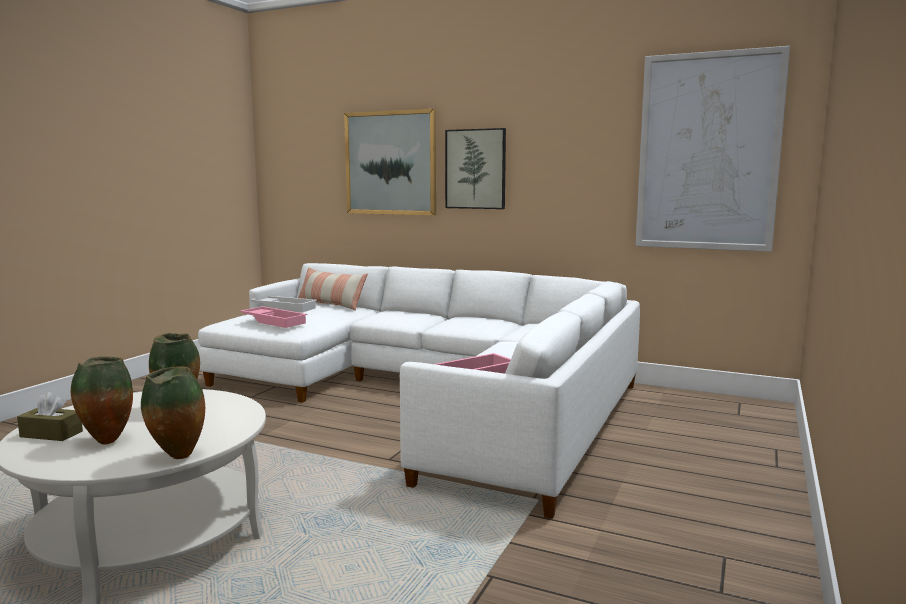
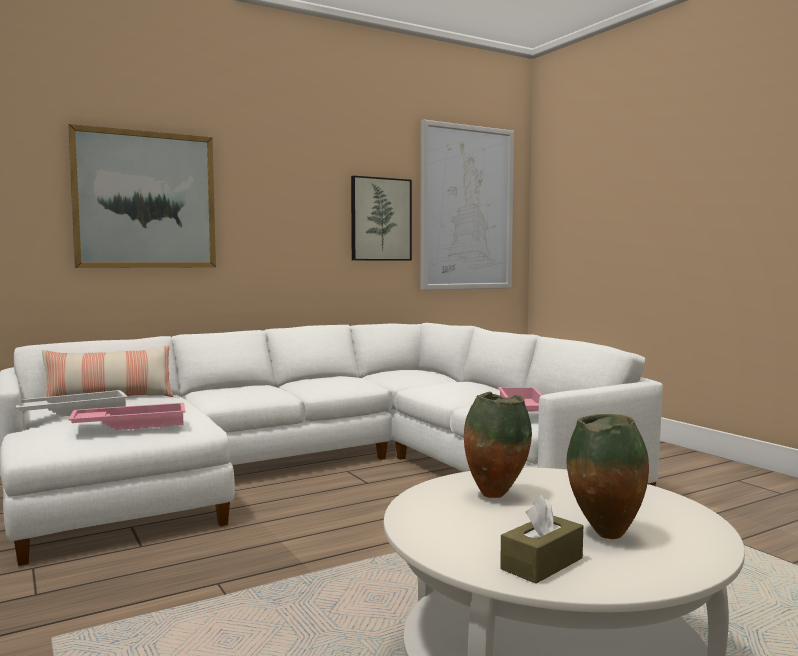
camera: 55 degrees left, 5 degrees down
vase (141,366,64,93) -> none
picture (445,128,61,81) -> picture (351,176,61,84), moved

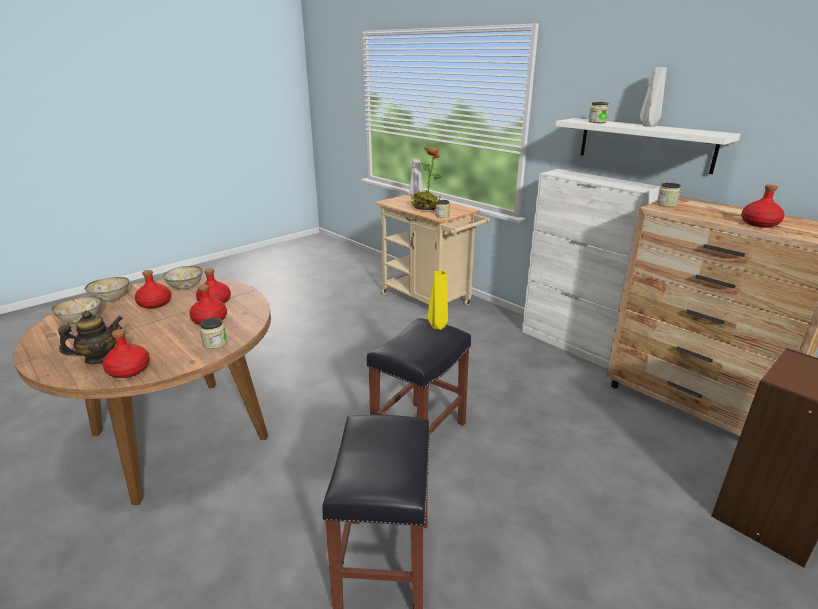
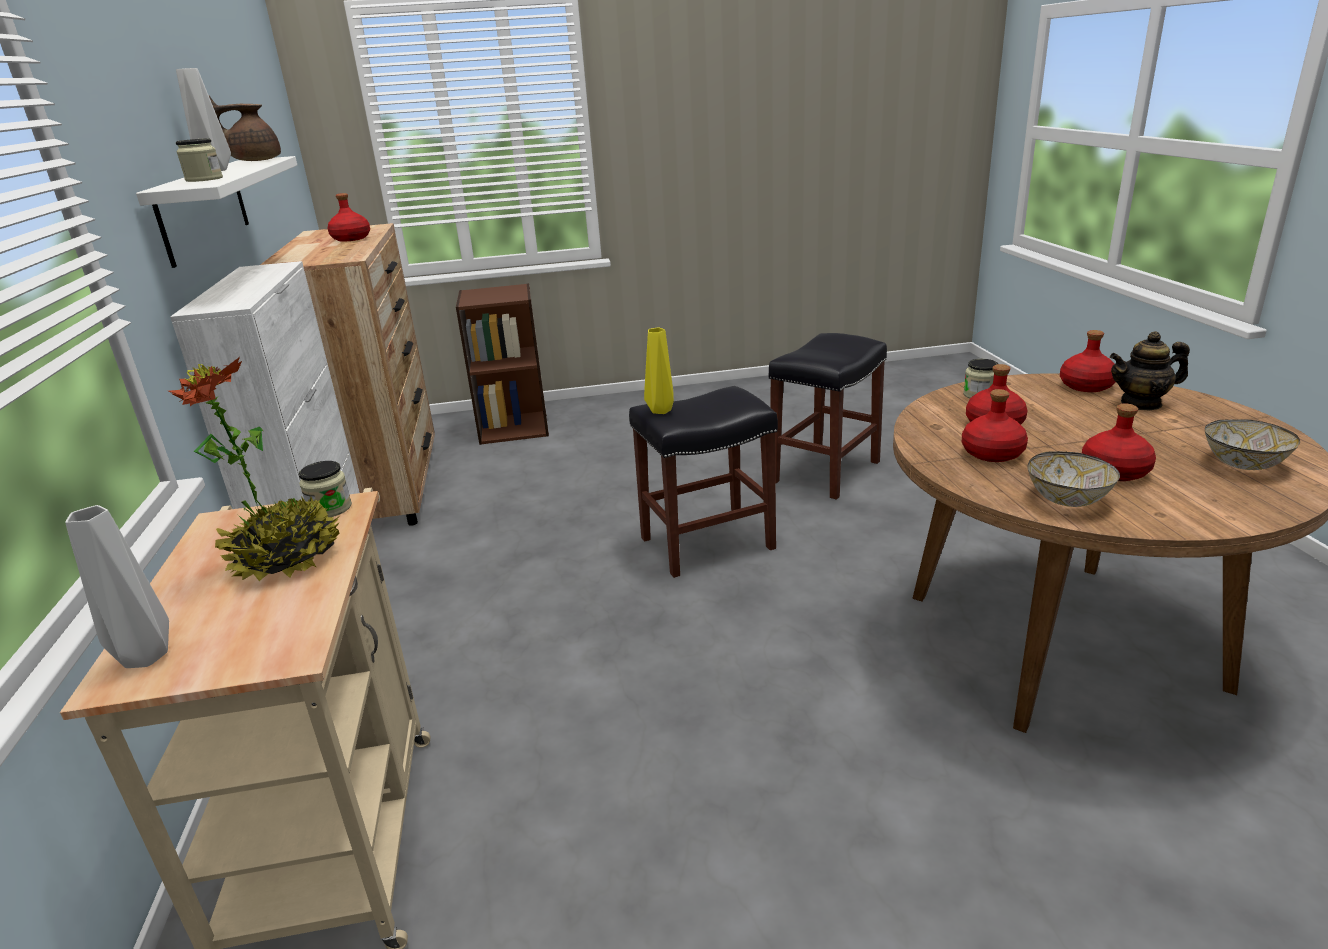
camera: 145 degrees left, 0 degrees up
bowl (84,277,45,25) -> none
jar (657,182,24,25) -> none
none -> brown teapot (209,95,72,66)

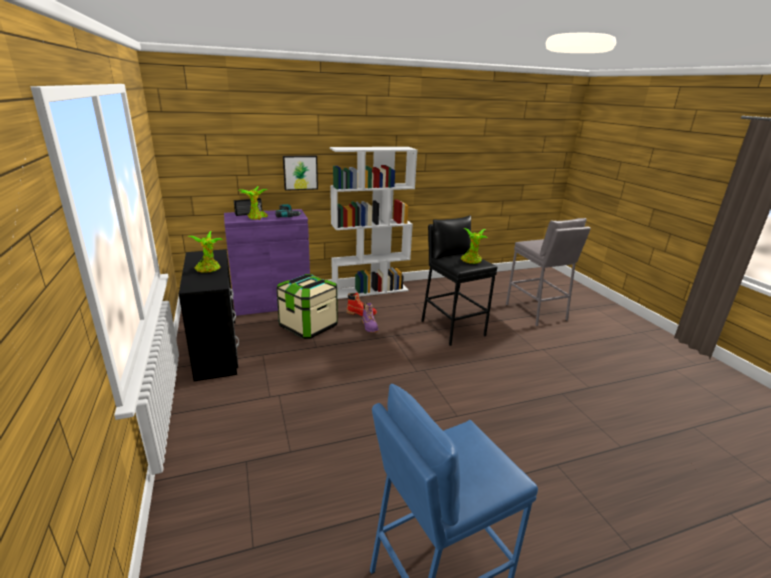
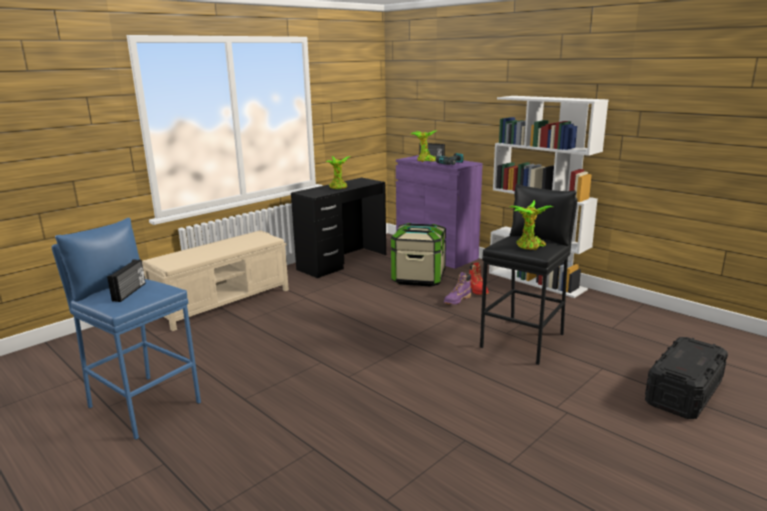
camera: 65 degrees right, 5 degrees down
picture (283,155,35,36) -> none
grey stool (506,218,85,108) -> black storage box (645,337,83,82)
none -> radio (107,260,39,42)
none -> beige bench (142,230,147,101)

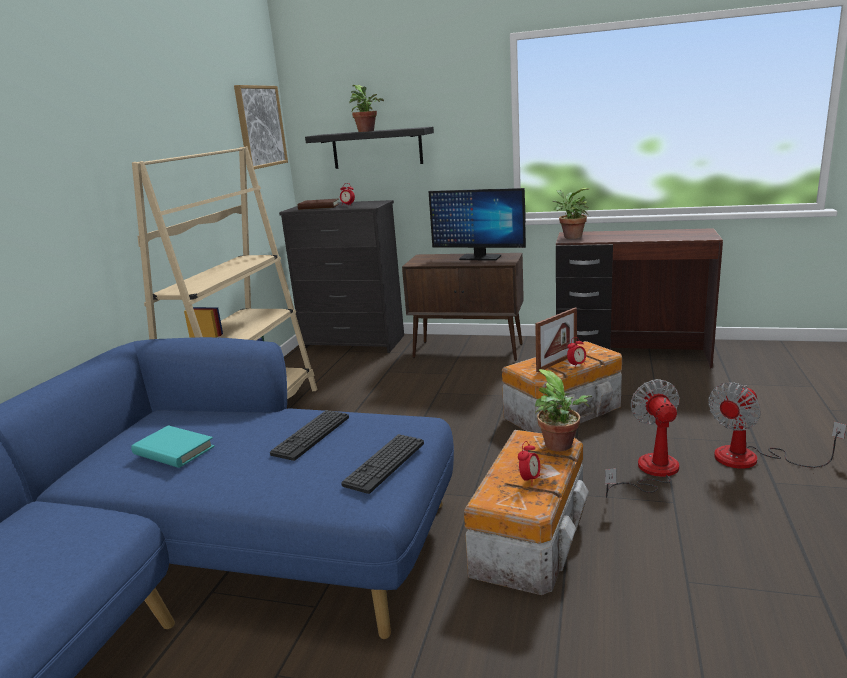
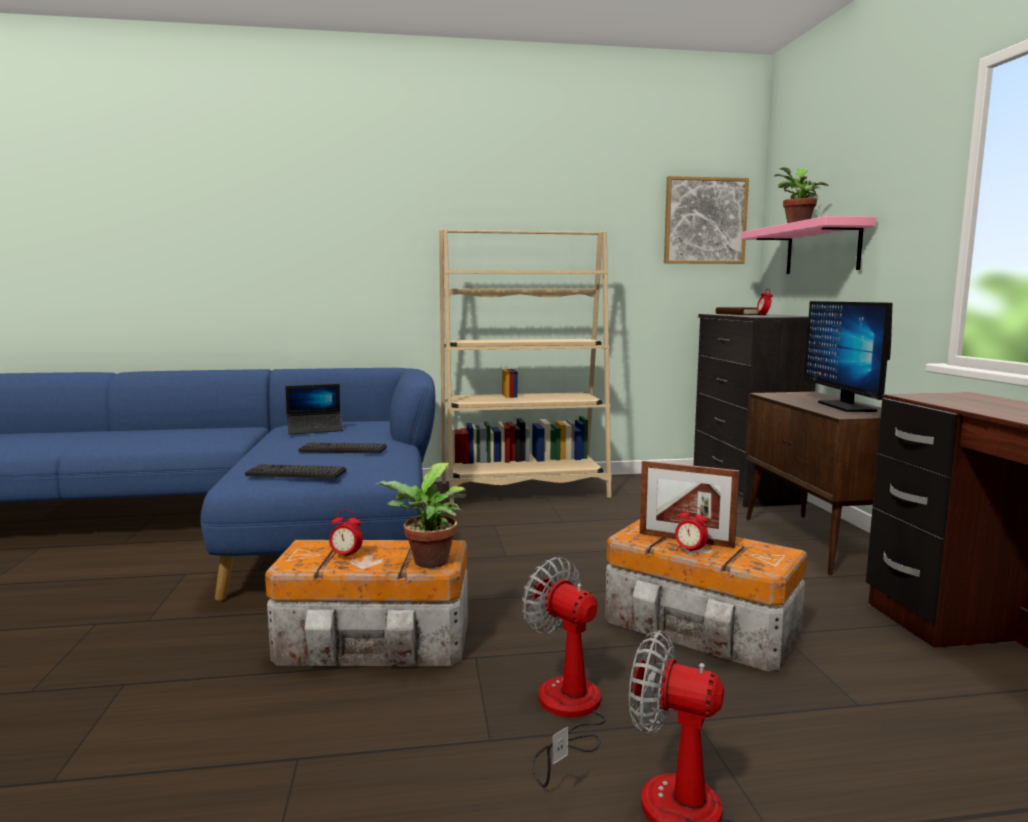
camera: 65 degrees right, 10 degrees down
turquoise book (131,425,84,43) -> laptop (286,384,58,51)
black shelf (305,127,129,42) -> pink shelf (741,216,135,58)
potted plant (552,188,39,51) -> none
fan (605,379,75,119) -> fan (522,557,84,231), 105 degrees counterclockwise

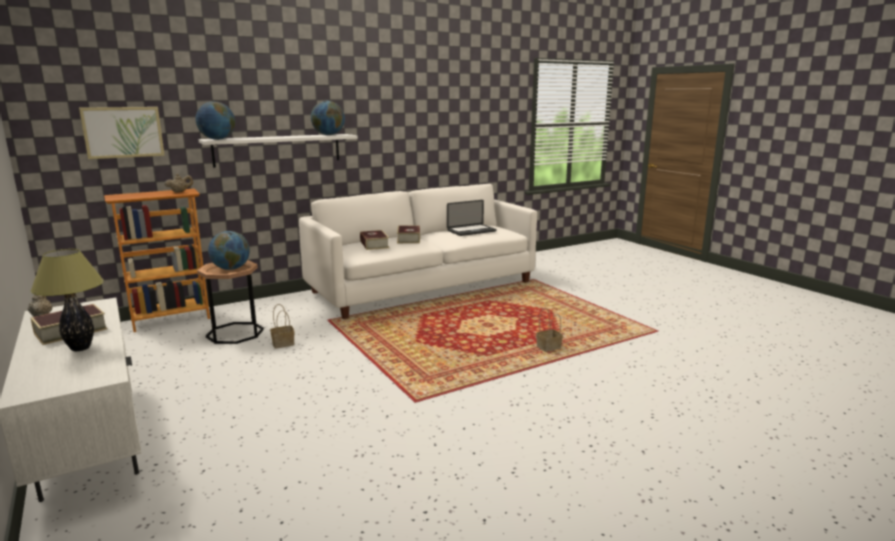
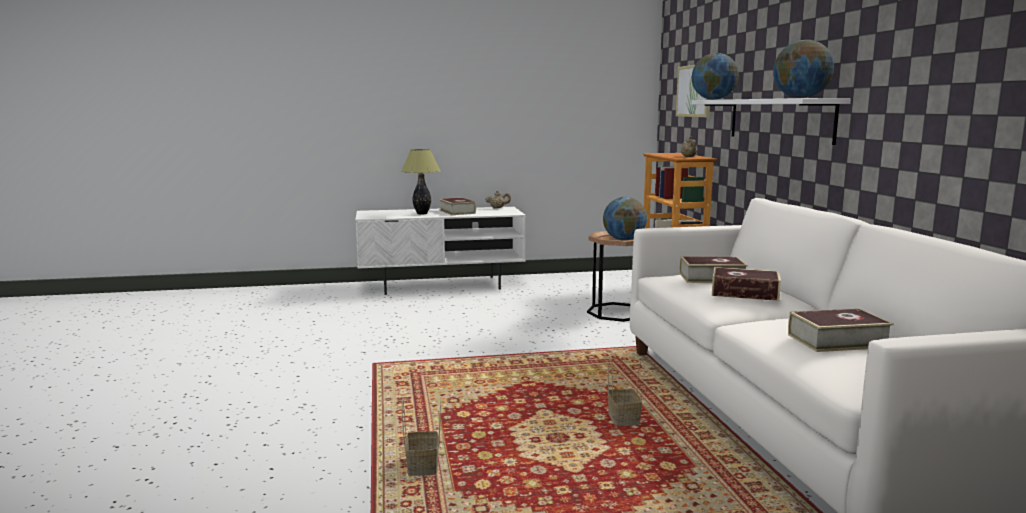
camera: 110 degrees right, 5 degrees down
basket (270,304,25,45) -> basket (608,358,36,68), moved
laptop (447,200,49,36) -> book (788,309,106,43)

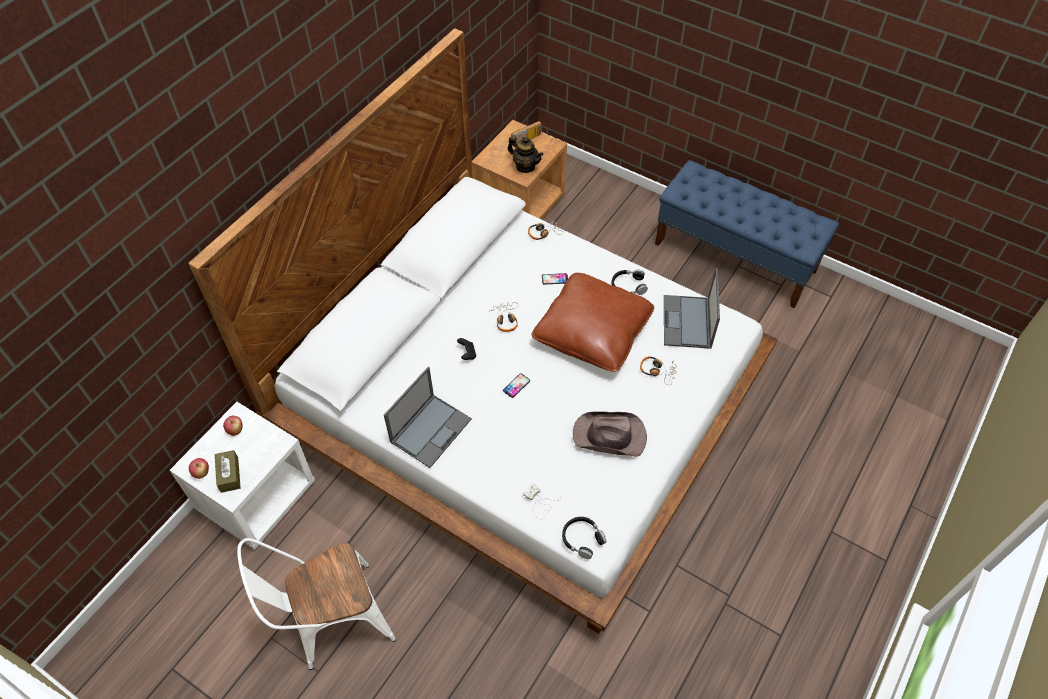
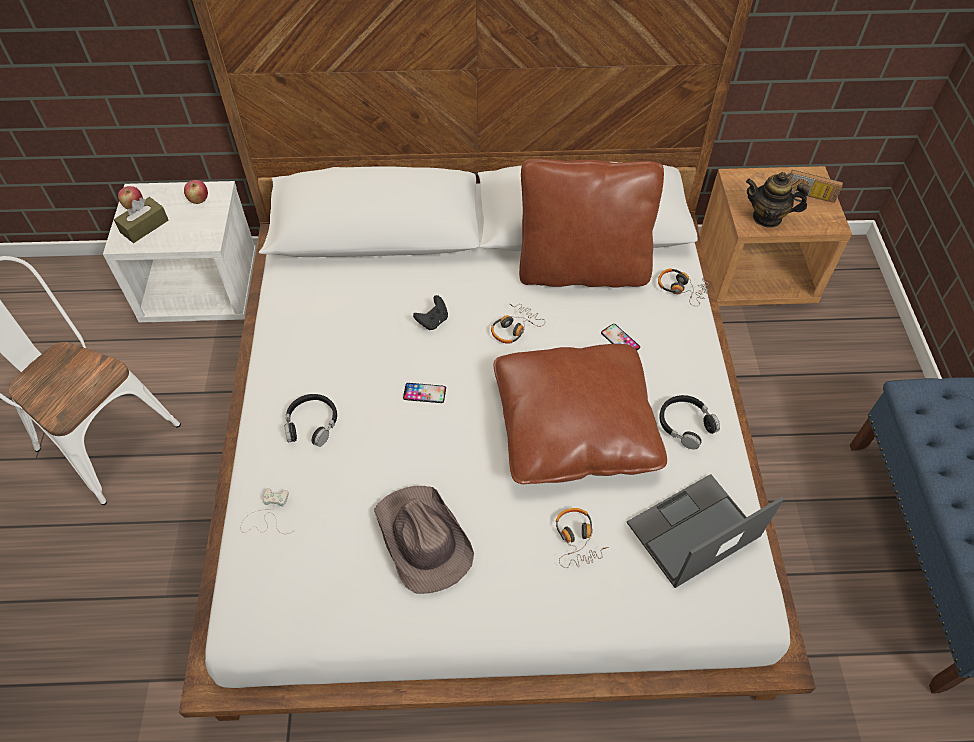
camera: 55 degrees right, 0 degrees up
laptop (384,367,88,101) -> none
teapot (508,136,35,37) -> teapot (746,172,63,56), 105 degrees clockwise
black headphones (562,517,44,42) -> black headphones (285,394,52,53), moved
none -> brown pillow (519,159,145,129)

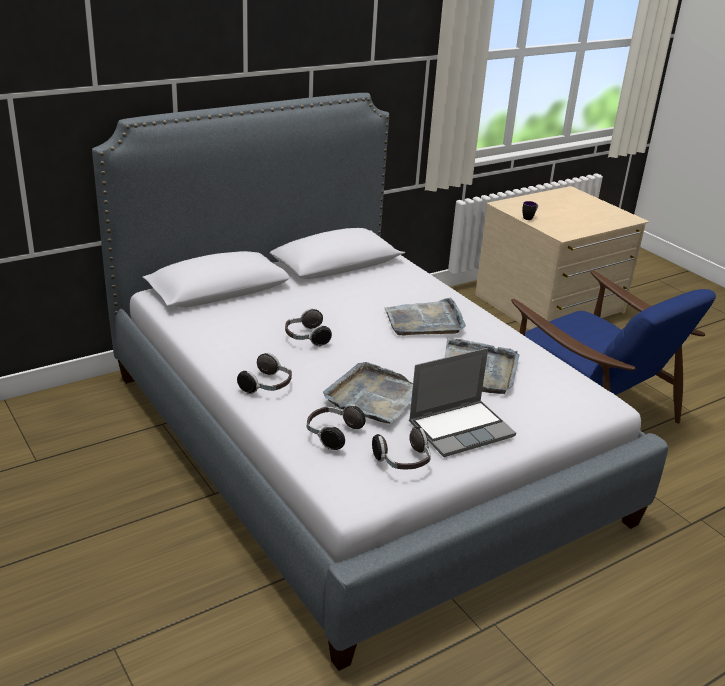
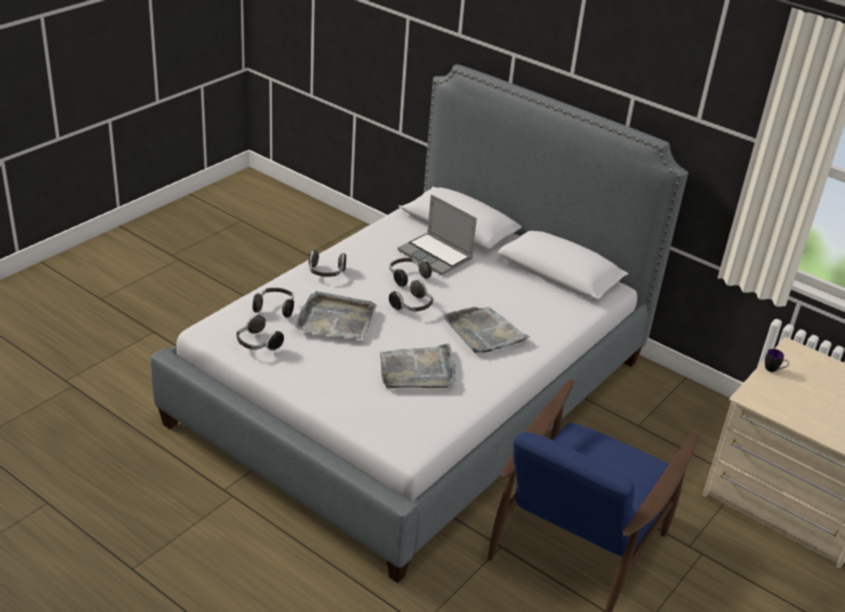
camera: 70 degrees right, 5 degrees up
laptop (409,348,107,109) -> laptop (398,194,79,81), moved
none -> headphones (389,280,44,32)

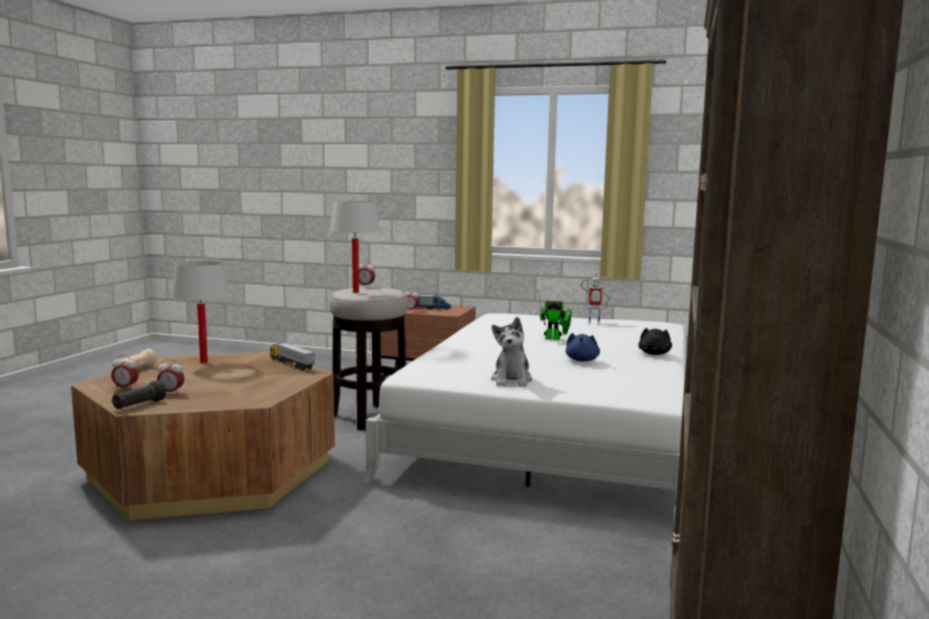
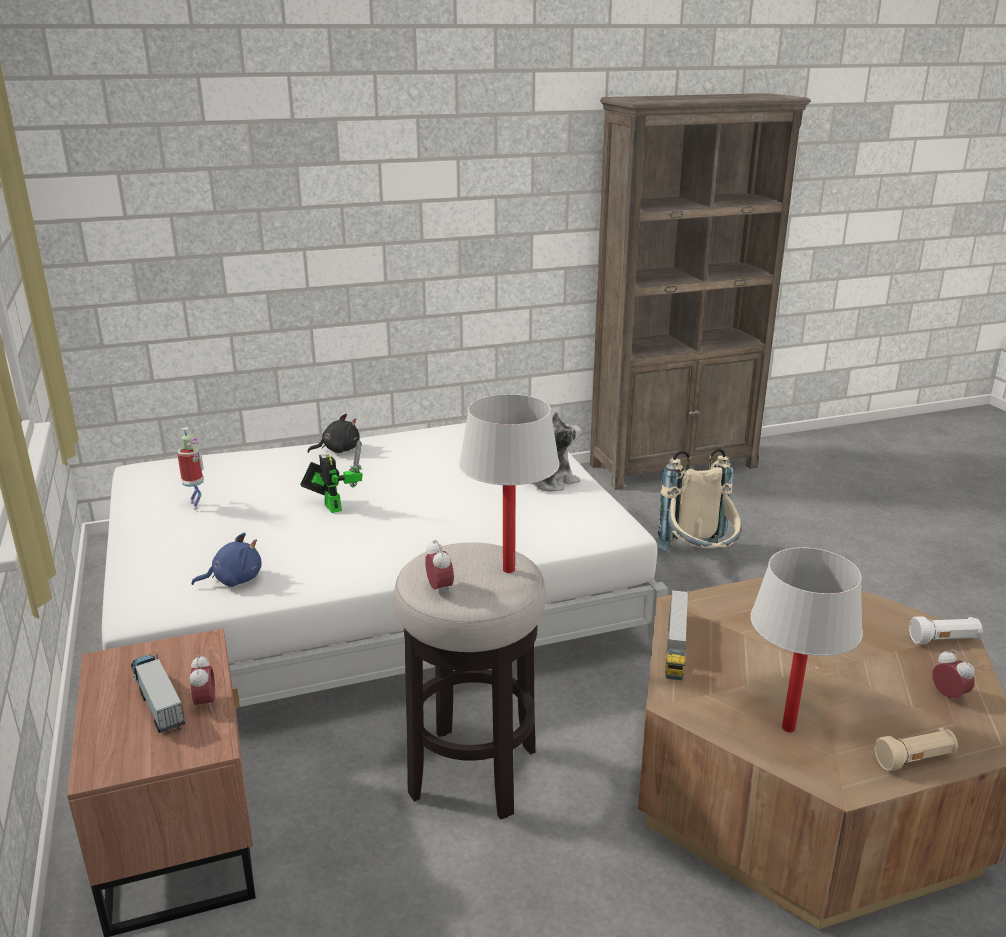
camera: 125 degrees left, 15 degrees up
black flashlight (112,380,54,29) -> white flashlight (909,616,74,28)
alarm clock (157,359,28,36) -> none
blue plush toy (566,333,34,29) -> blue plush toy (192,532,70,55), moved
none -> beige backpack (655,448,86,104)

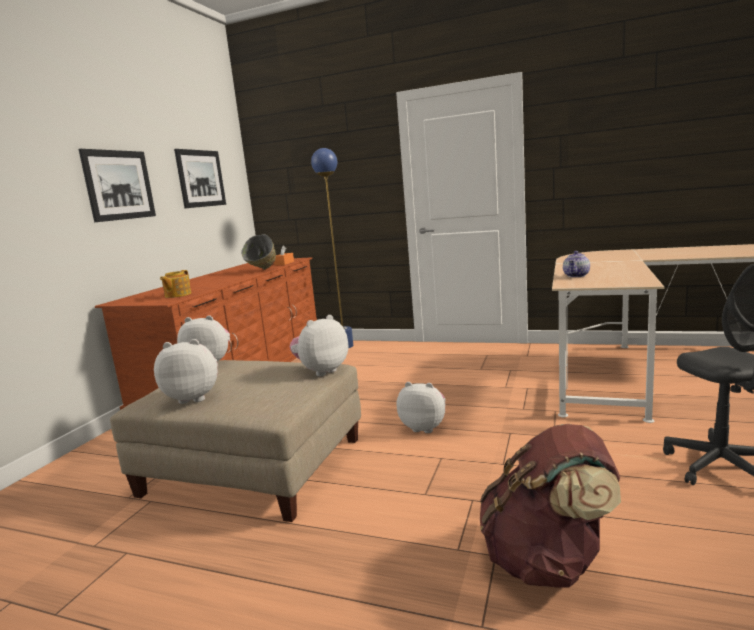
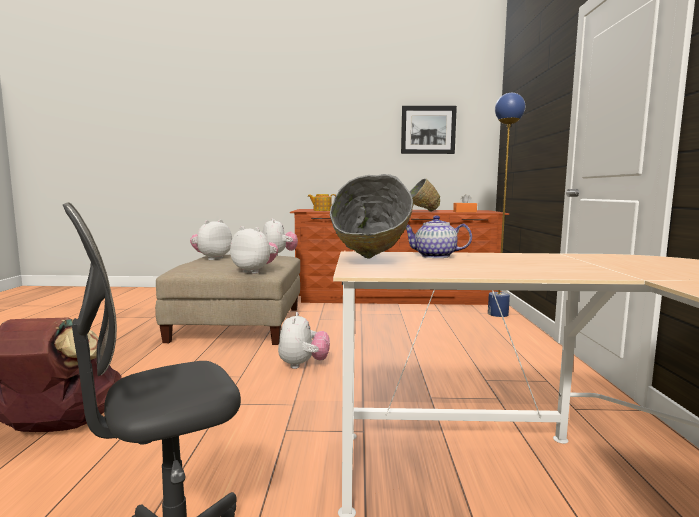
camera: 70 degrees right, 5 degrees down
picture (79,149,77,73) -> none
plush toy (154,339,64,65) -> plush toy (190,219,42,41), 120 degrees counterclockwise
none -> grey bowl (330,174,83,85)

